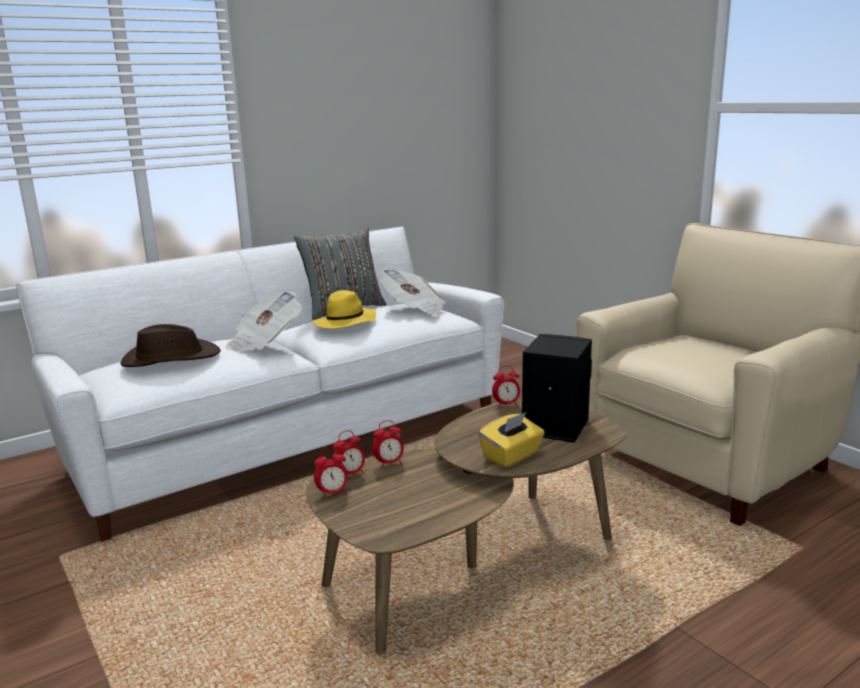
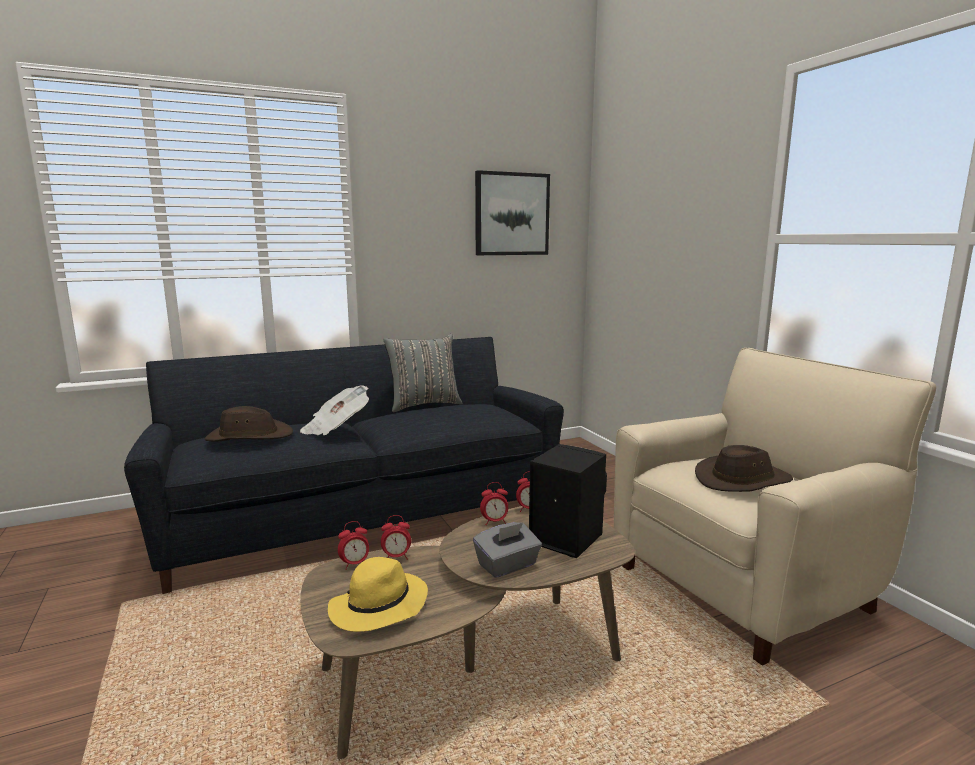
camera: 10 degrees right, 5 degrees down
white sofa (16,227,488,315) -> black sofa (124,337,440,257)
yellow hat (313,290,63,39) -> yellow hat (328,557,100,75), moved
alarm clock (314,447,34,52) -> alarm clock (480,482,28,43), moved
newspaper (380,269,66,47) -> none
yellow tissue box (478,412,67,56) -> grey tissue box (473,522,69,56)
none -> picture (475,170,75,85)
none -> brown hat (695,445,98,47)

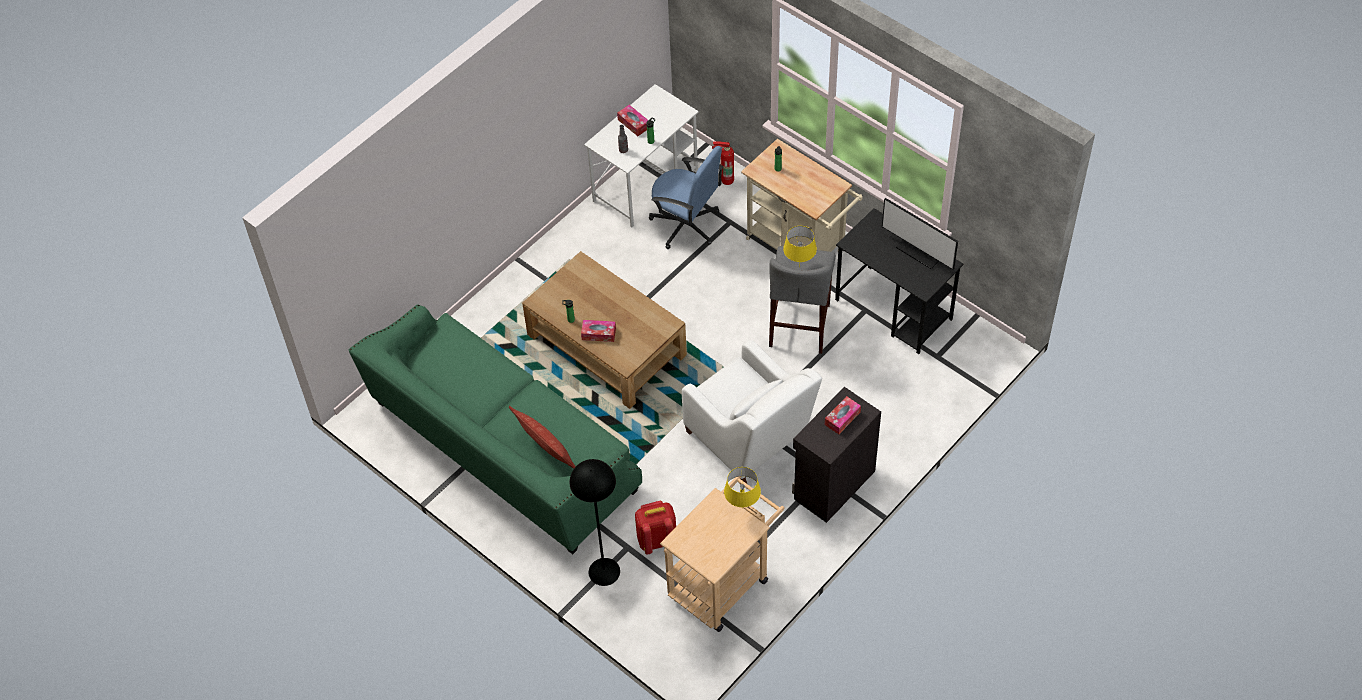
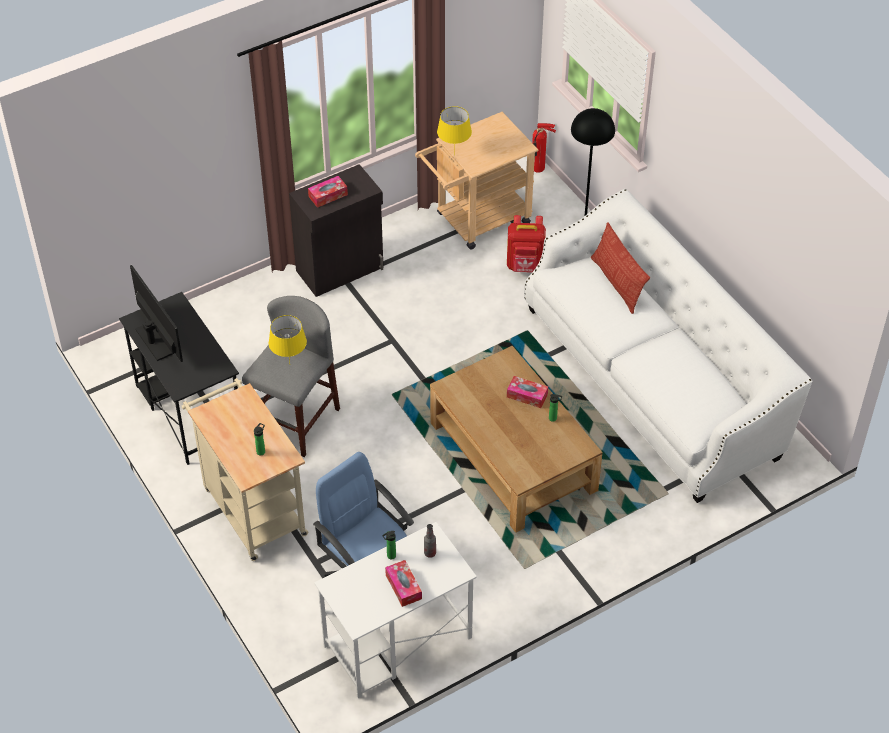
camera: 165 degrees left, 5 degrees down
green sofa (348,304,294,250) -> white sofa (524,189,289,314)
white armchair (682,340,140,144) -> none
fire extinguisher (712,141,22,44) -> fire extinguisher (532,123,24,50), moved

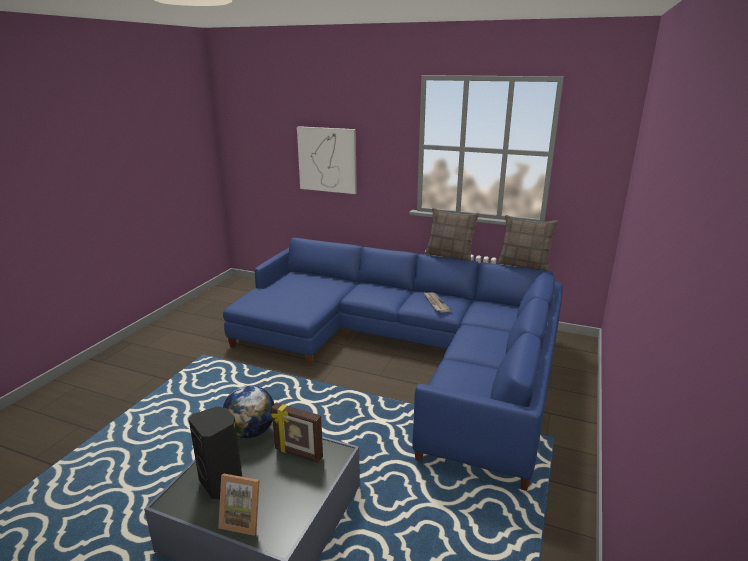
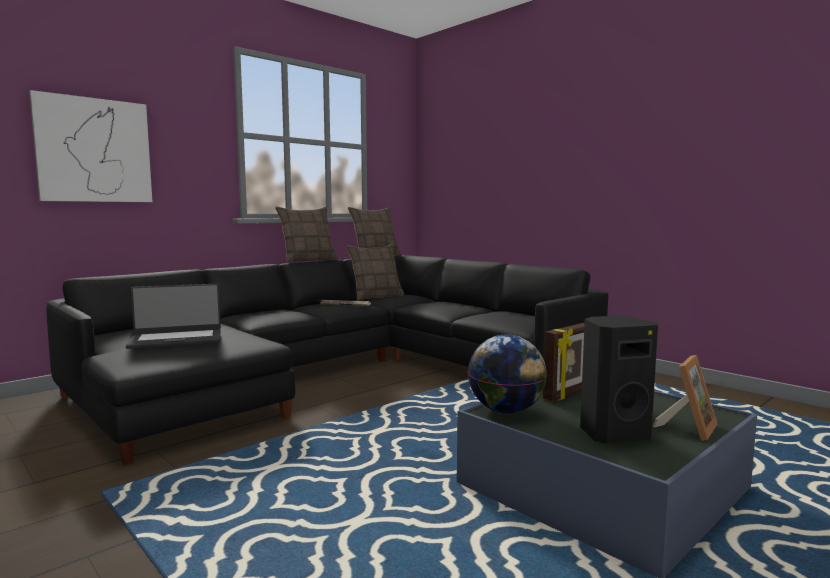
camera: 65 degrees left, 15 degrees down
blue sofa (223,238,340,253) -> black sofa (46,255,563,210)
none -> laptop (126,284,95,65)
none -> pillow (346,244,58,56)

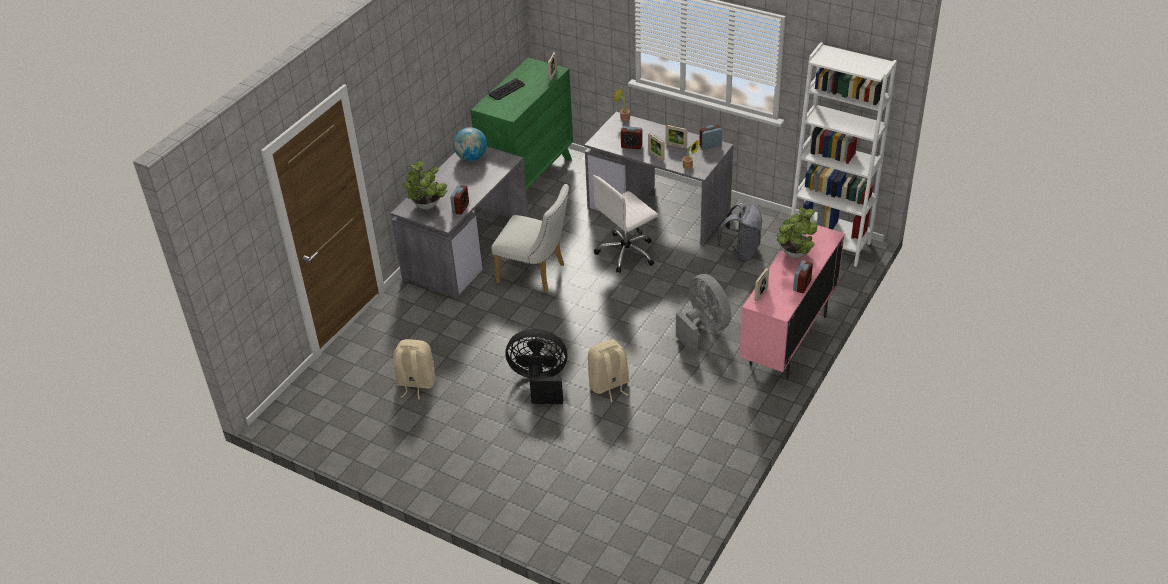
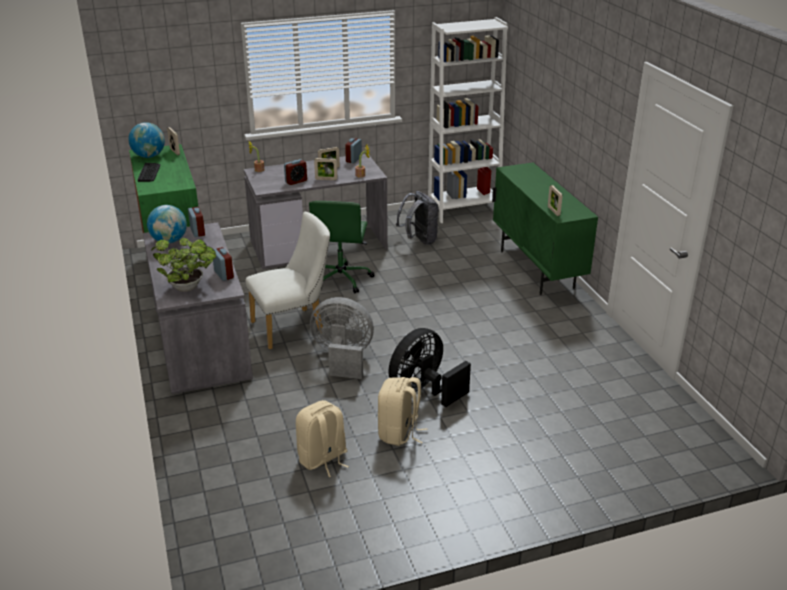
camera: 50 degrees left, 10 degrees down
beige backpack (588,340,42,62) -> beige backpack (378,377,49,69), moved
white office chair (593,175,65,98) -> green office chair (309,201,66,92)
grey fan (676,274,55,79) -> grey fan (310,297,64,82), moved
pink cabinet (739,225,106,154) -> green cabinet (492,163,106,132)
potted plant (776,207,42,51) -> none
alarm clock (793,260,20,33) -> alarm clock (188,207,17,30), moved
none -> globe (128,122,37,36)

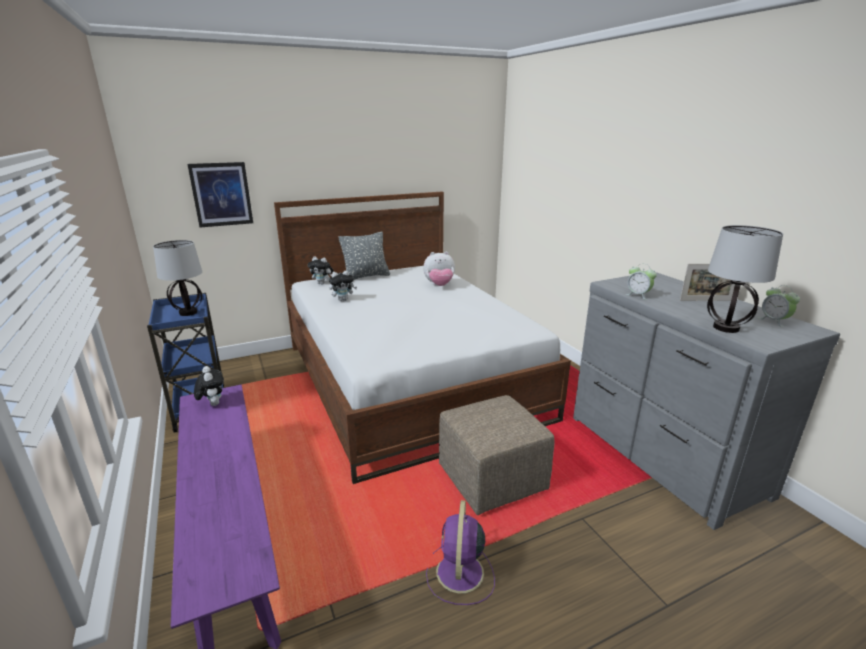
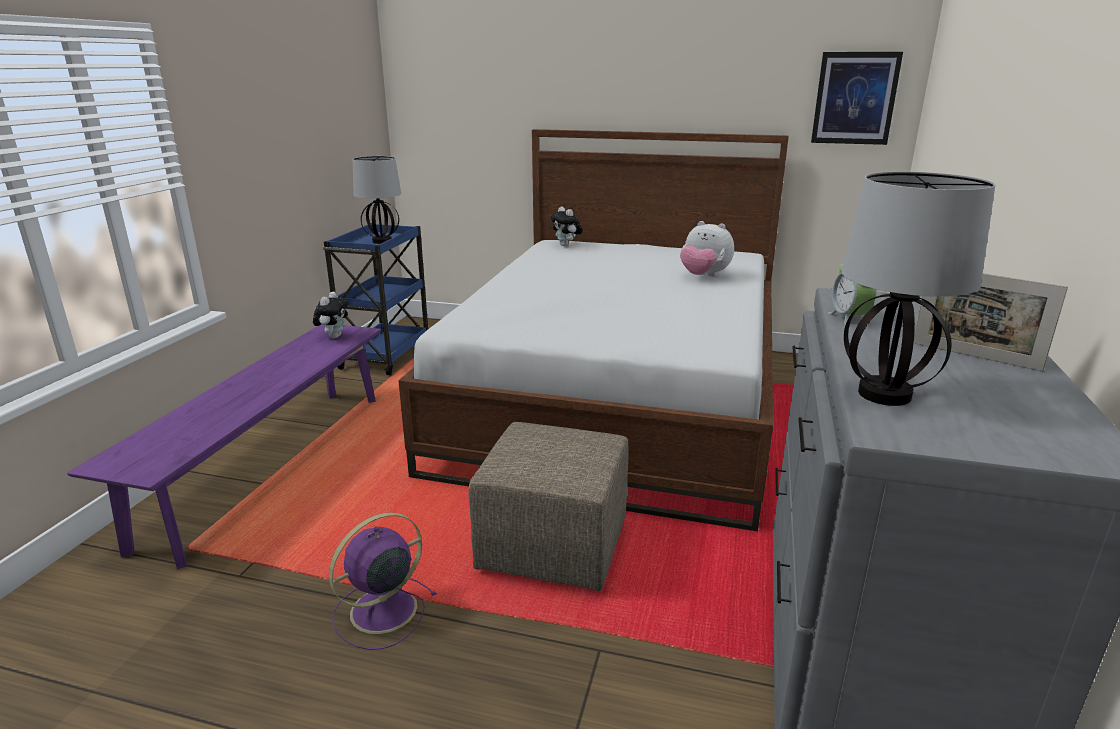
camera: 40 degrees right, 0 degrees up
picture (187,162,66,65) -> picture (811,52,92,93), moved
plush toy (329,270,28,31) -> none
grey pillow (339,232,51,48) -> none
alarm clock (759,285,41,42) -> none

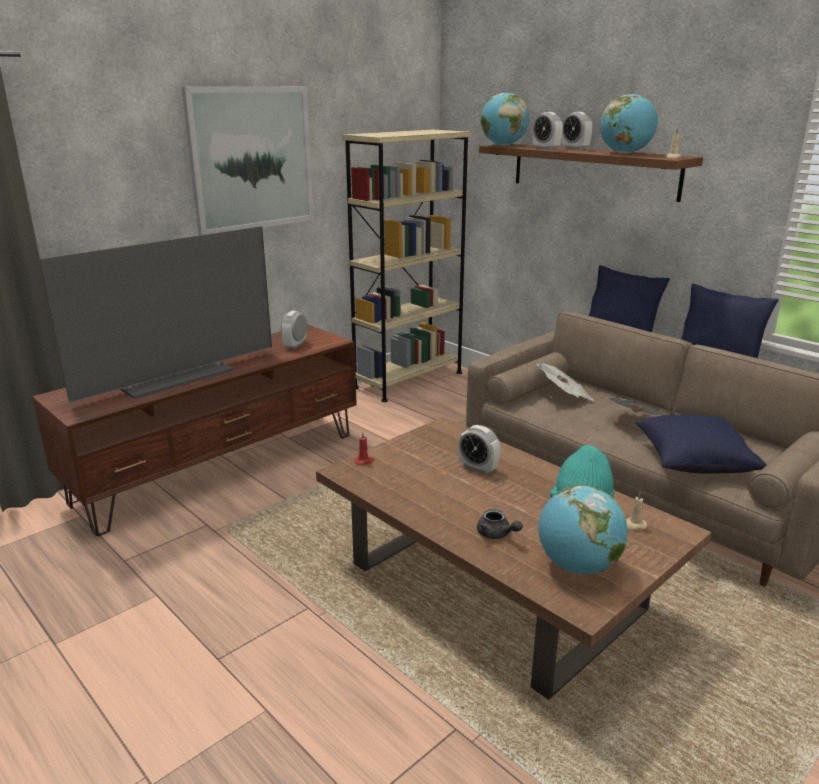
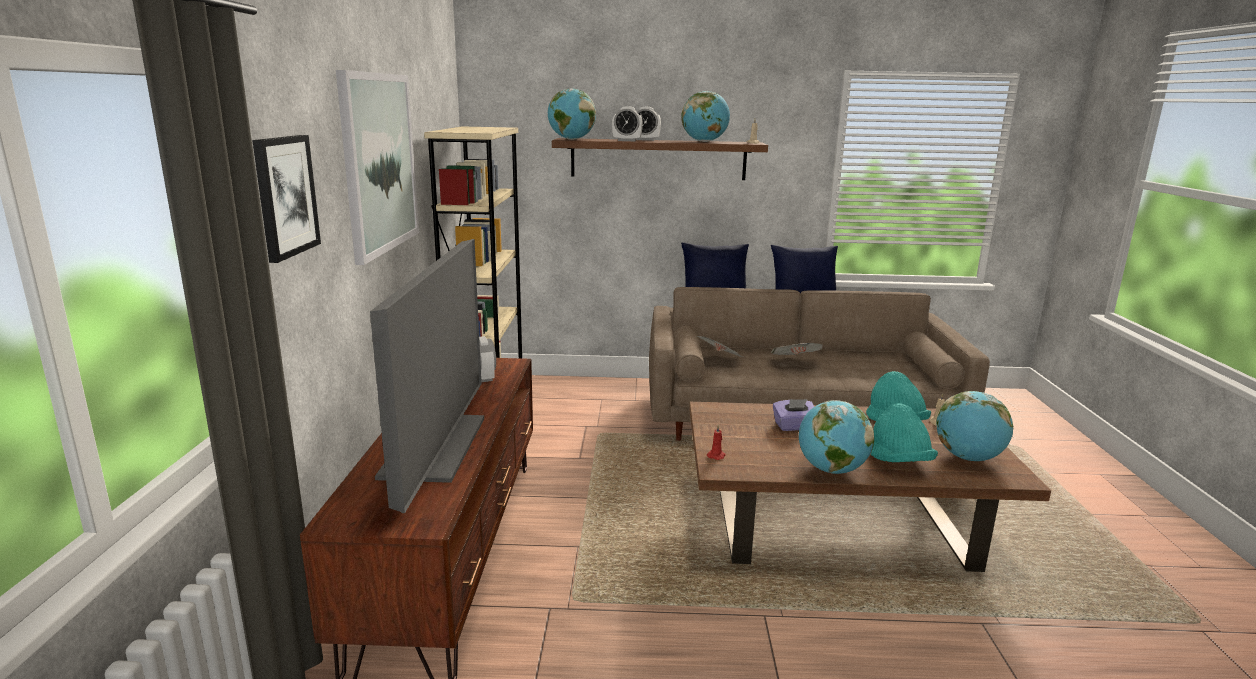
camera: 45 degrees left, 5 degrees down
alarm clock (458,425,43,49) -> purple tissue box (773,399,41,32)
grey teapot (477,509,46,30) -> turquoise hat (870,403,68,59)
blue pillow (636,414,131,60) -> none
none -> picture (252,135,69,128)
none -> globe (799,400,75,74)

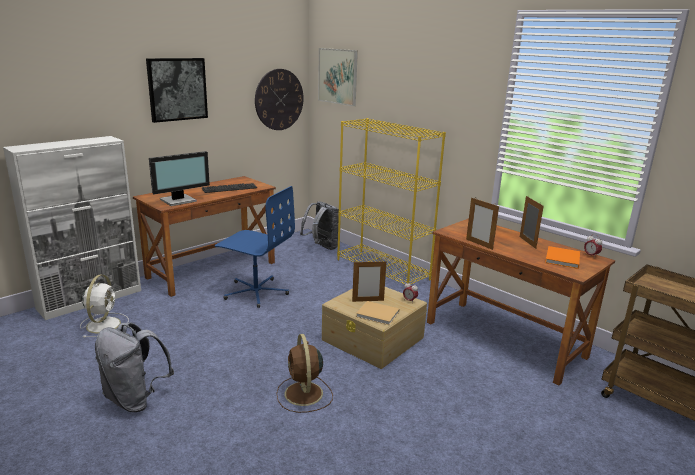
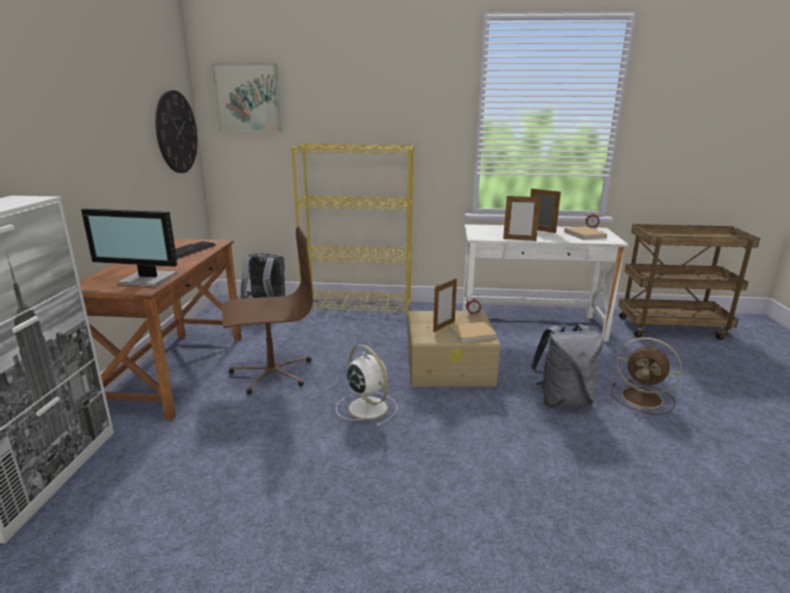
camera: 40 degrees left, 0 degrees up
white fan (80,275,49,63) -> white fan (336,345,61,81), moved
grey backpack (95,323,79,89) -> grey backpack (530,324,73,83), moved
picture (146,58,62,65) -> none
monitor (149,151,61,55) -> monitor (81,208,97,79), 90 degrees clockwise
blue office chair (215,186,80,122) -> brown office chair (222,226,91,169)
brown fan (276,334,57,79) -> brown fan (611,337,71,78), moved
brown desk (427,218,188,168) -> white desk (462,224,167,118)
orange book (545,246,35,23) -> beige book (564,227,43,13)

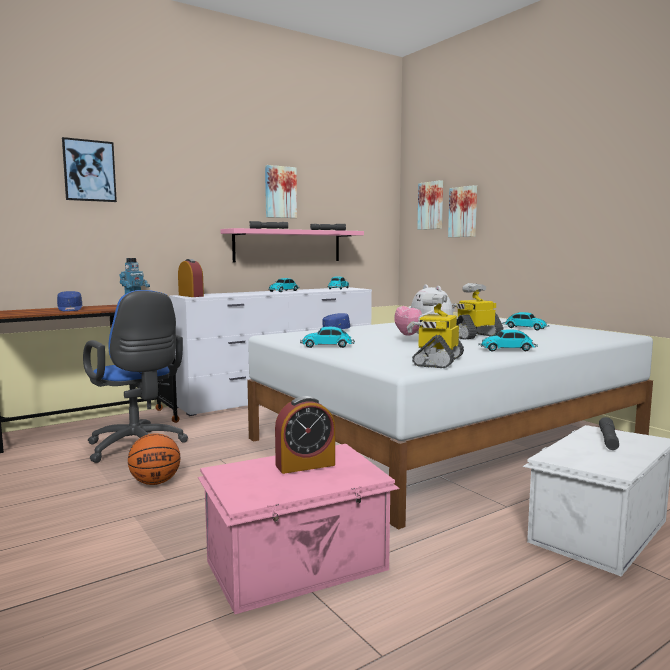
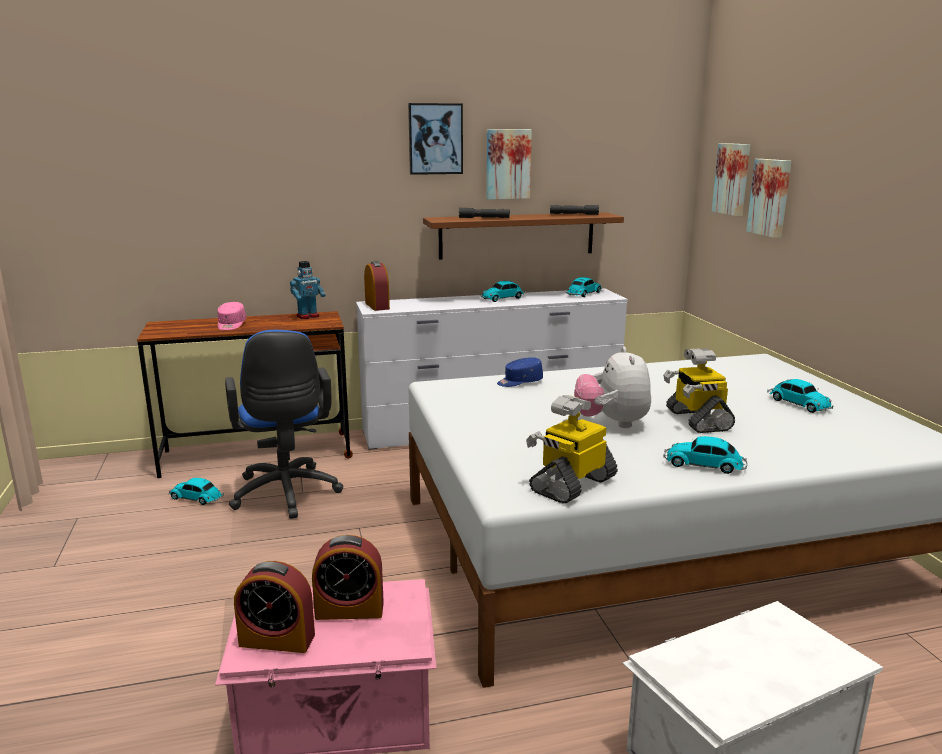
camera: 20 degrees right, 10 degrees up
blue cap (57,291,25,20) -> pink cap (218,302,28,28)
picture (62,137,55,65) -> picture (408,103,55,72), moved
basketball (128,433,52,52) -> none
pink shelf (220,228,144,35) -> brown shelf (423,212,201,48)
toy car (300,327,55,21) -> toy car (168,478,56,27), moved
toy robot (452,283,52,56) -> toy robot (663,348,72,85), 90 degrees counterclockwise
grey flashlight (599,417,20,33) -> none
none -> alarm clock (234,561,81,92)

